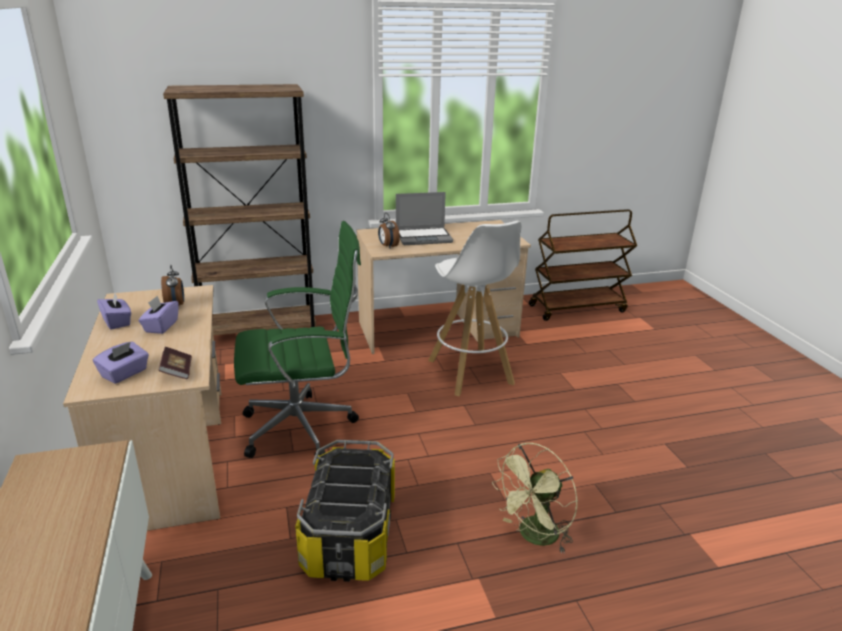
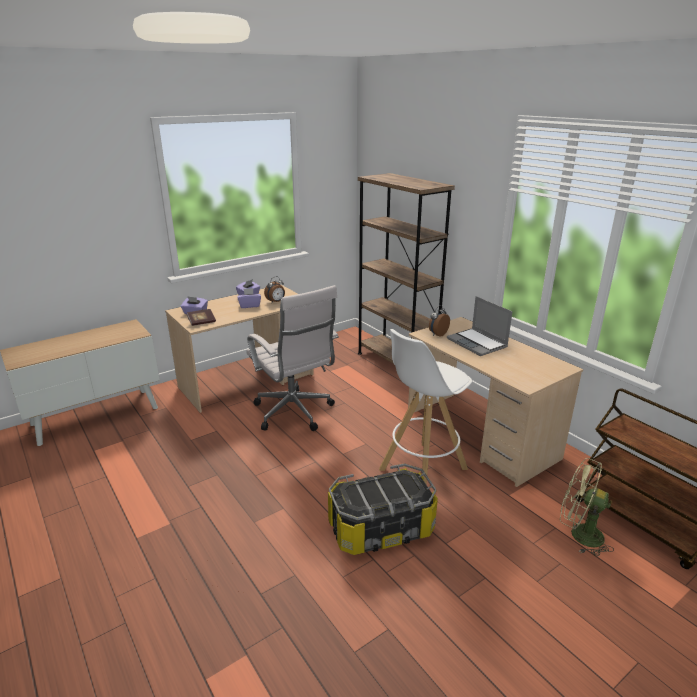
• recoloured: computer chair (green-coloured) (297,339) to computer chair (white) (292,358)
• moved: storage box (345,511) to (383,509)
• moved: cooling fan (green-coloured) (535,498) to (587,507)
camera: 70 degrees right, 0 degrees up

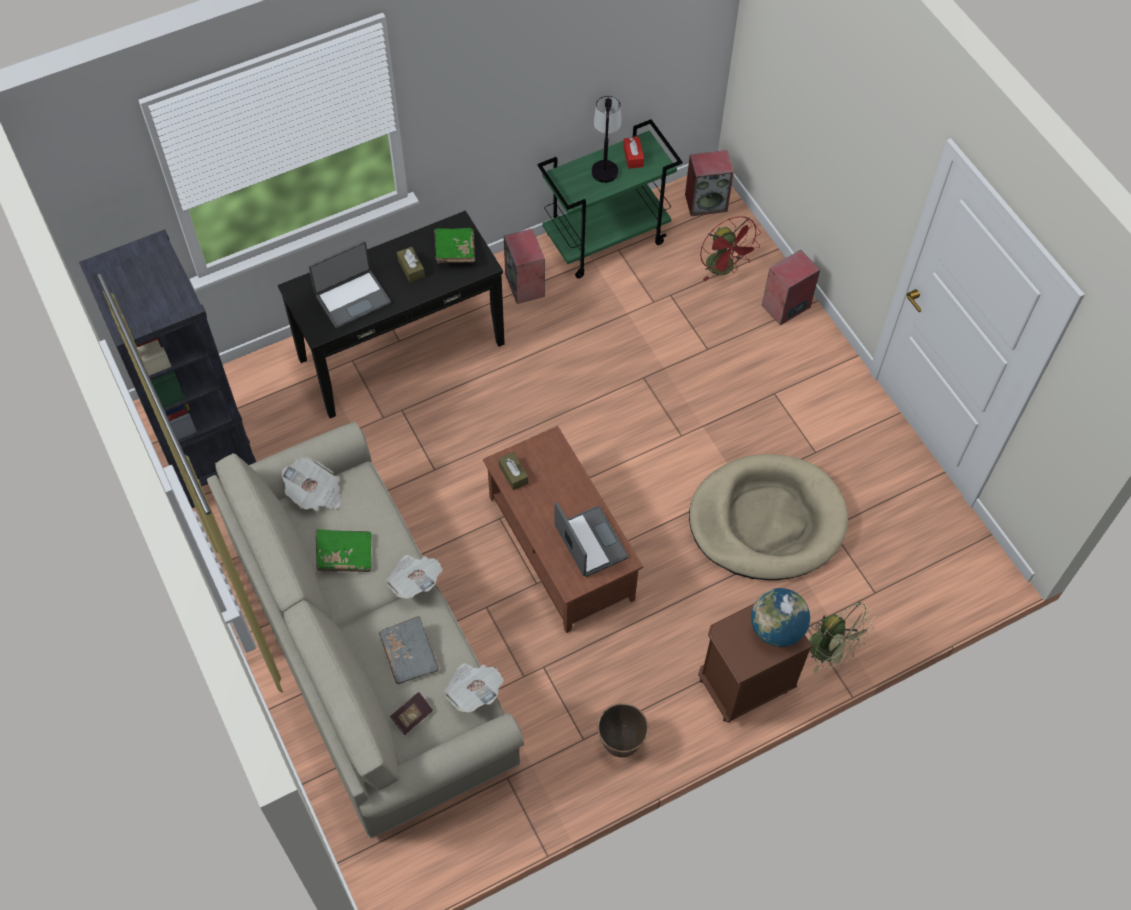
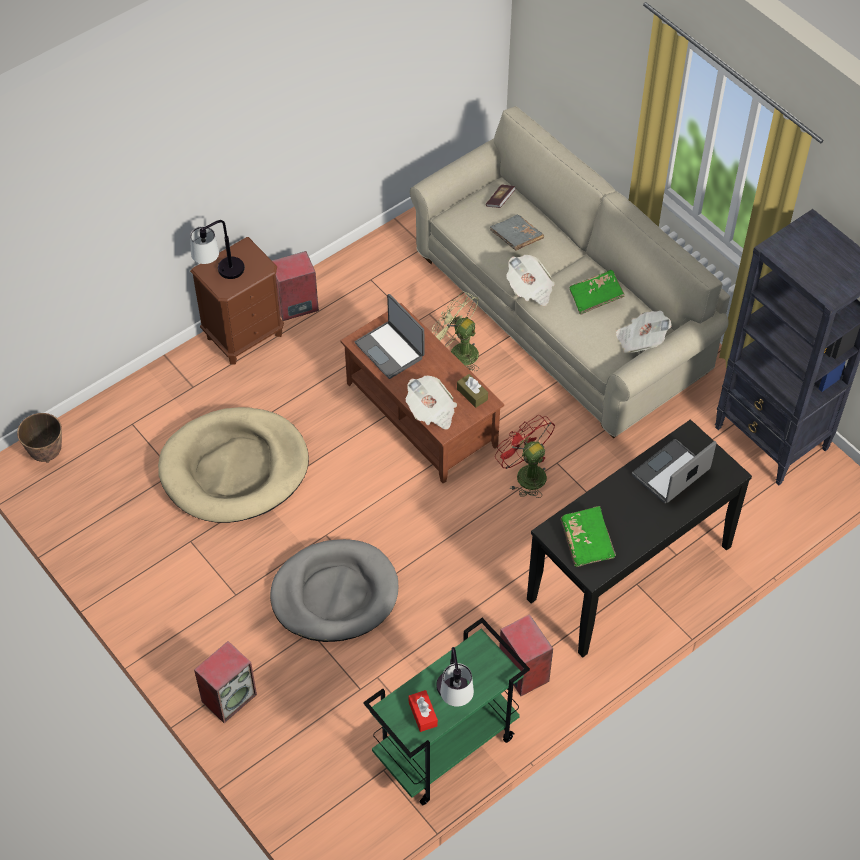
• removed: box of tissues (brownish) (411,264)
• moved: printed paper (473,687) to (431,403)
• moved: plant pot (623,730) to (39,438)
• moved: speaker (709,183) to (295,286)
• moved: cooling fan (reddish) (730,249) to (525,456)
• replaced: desk globe (780,617) to lamp for a table (217,249)
• moved: cooling fan (green-coloured) (842,637) to (455,331)
• added: dog bed (grey) (334,590)
camera: 170 degrees right, 5 degrees down

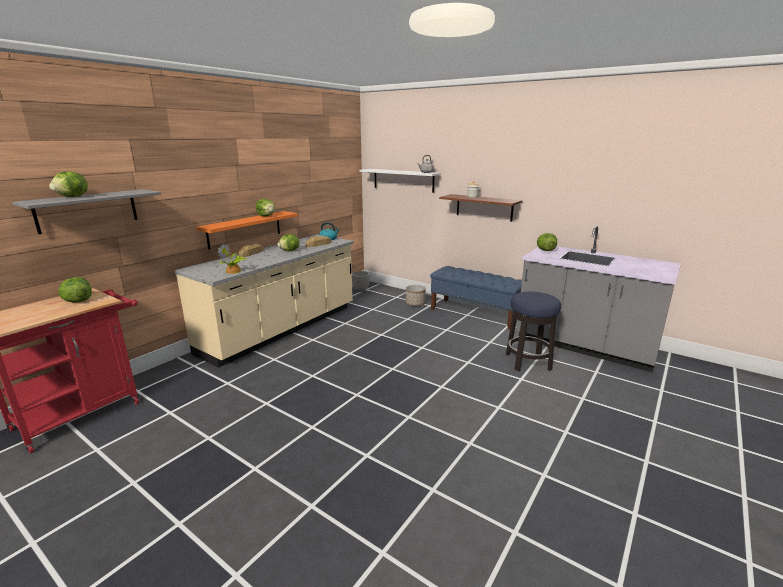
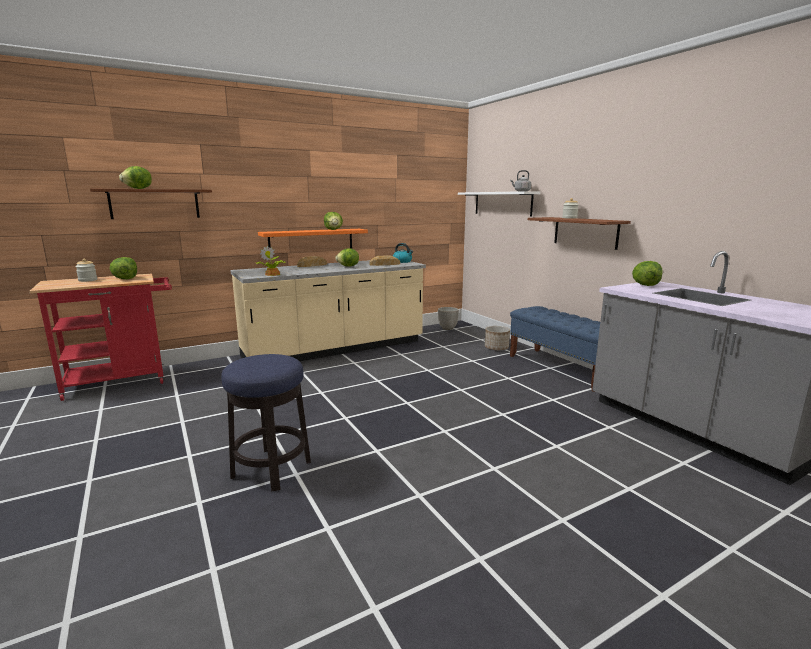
• recoloured: wall shelf (grey) (86,211) to wall shelf (brownish) (151,204)
• moved: sitting stool (533,331) to (266,423)
• added: storage jar (86,270)
camera: 25 degrees right, 5 degrees down

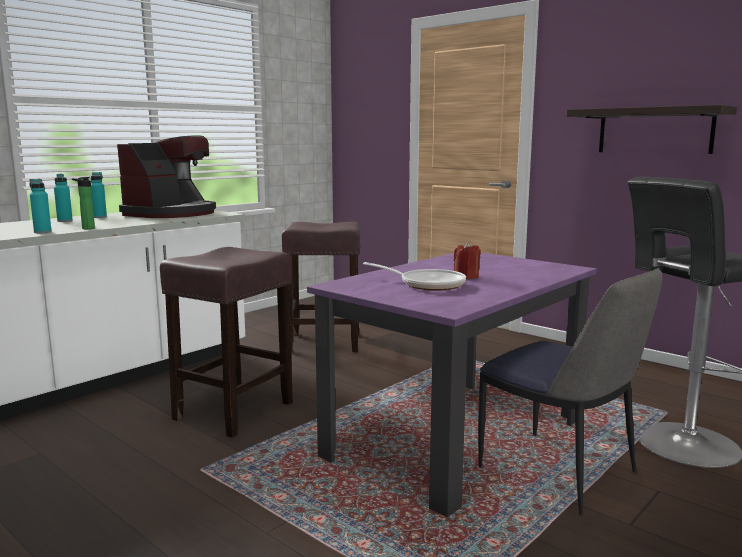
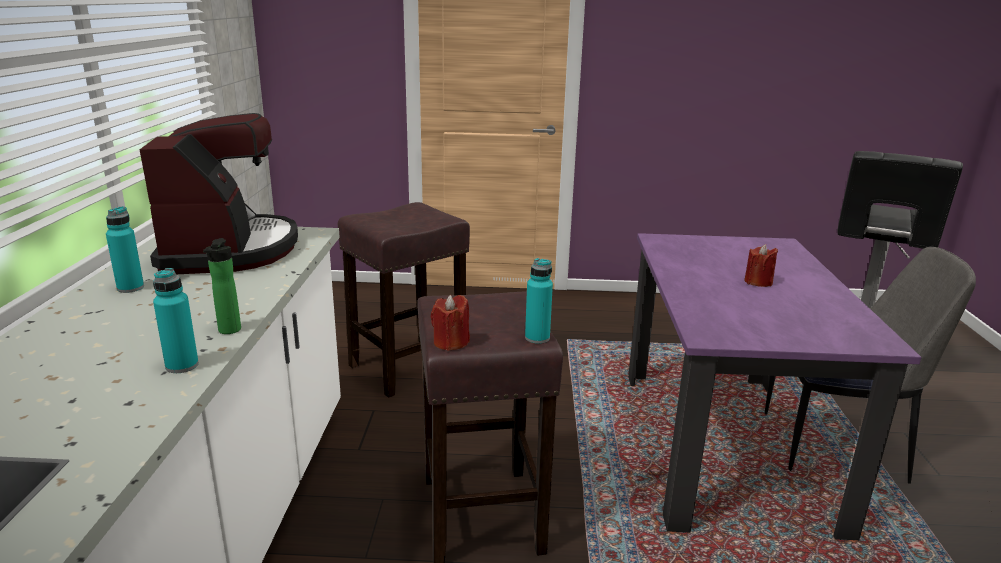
• moved: beverage bottle (blue-green) (63,198) to (539,301)
• removed: skillet (414,276)
• removed: wall shelf (652,129)
• added: wax light (reddish) (450,323)
camera: 40 degrees left, 10 degrees up

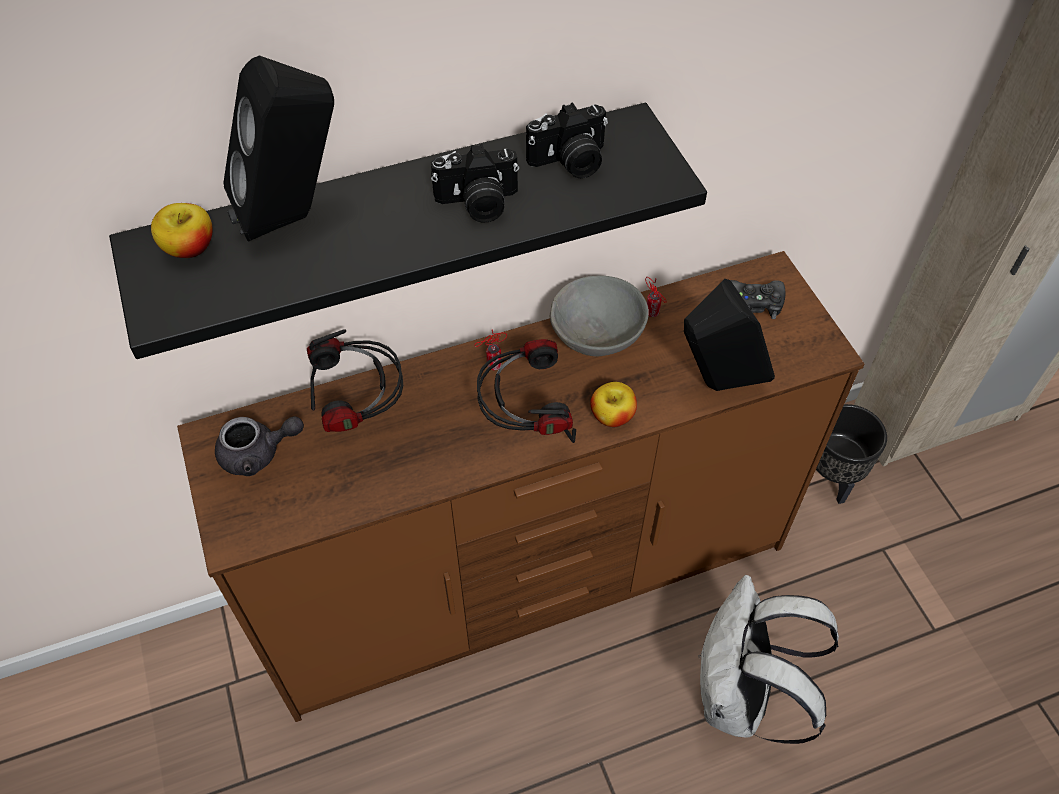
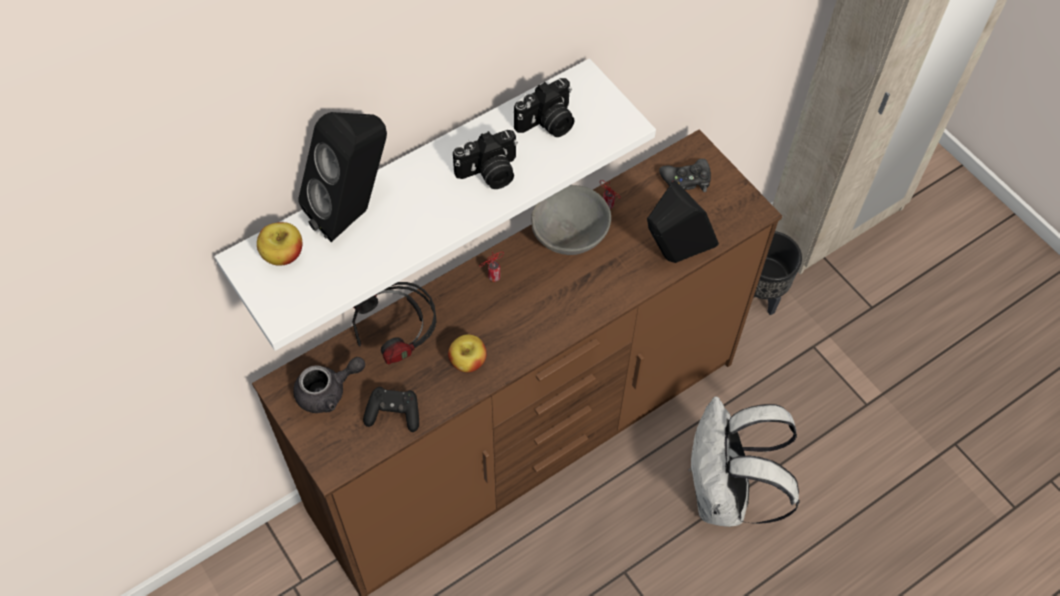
• recoloured: wall shelf (black-coloured) (408,231) to wall shelf (white) (435,204)
• removed: headphones (526,391)
• moved: apple fruit (613,404) to (467,353)
• added: gamepad (black-coloured) (391,409)
camera: 15 degrees left, 5 degrees up

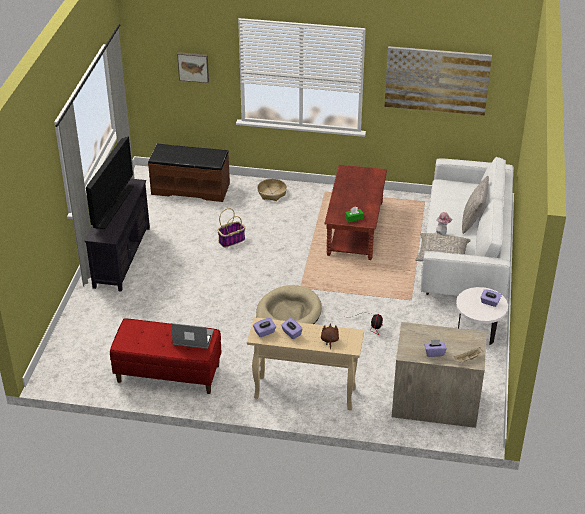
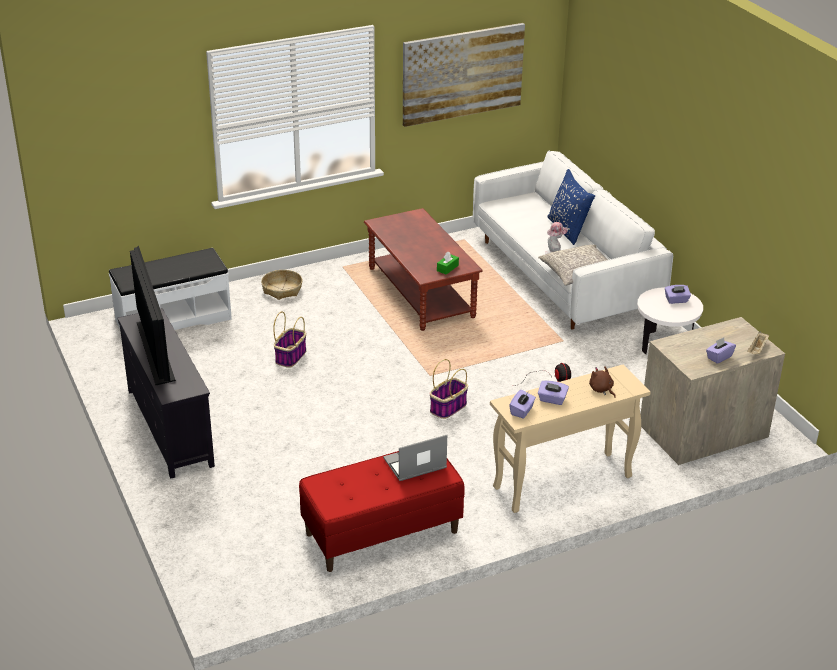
• recoloured: bench (brownish) (189,172) to bench (white) (170,289)
• removed: wall art (193,67)
• replaced: dog bed (sand-coloured) (289,304) to household basket (449,389)
• recoloured: pillow (grey) (475,205) to pillow (bluish) (571,207)
camera: 35 degrees left, 5 degrees down

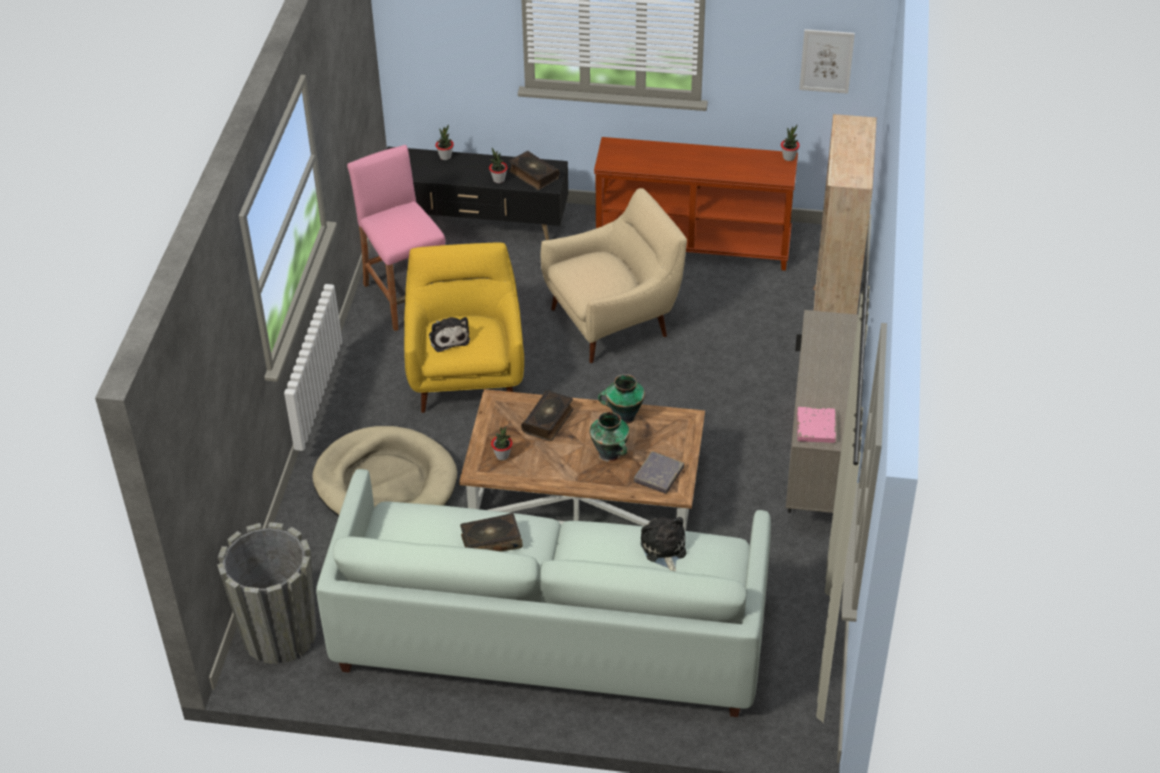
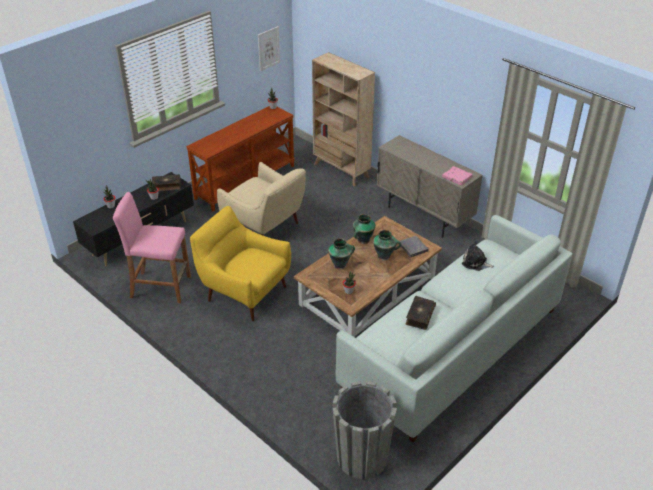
• removed: dog bed (sand-coloured) (384,471)
• removed: cuddly toy (449,334)
• replaced: volume (547,415) to vase (341,253)
• turned: armchair (sand-coloured) (614,275) = (261,199) 120 degrees clockwise
camera: 55 degrees left, 5 degrees down

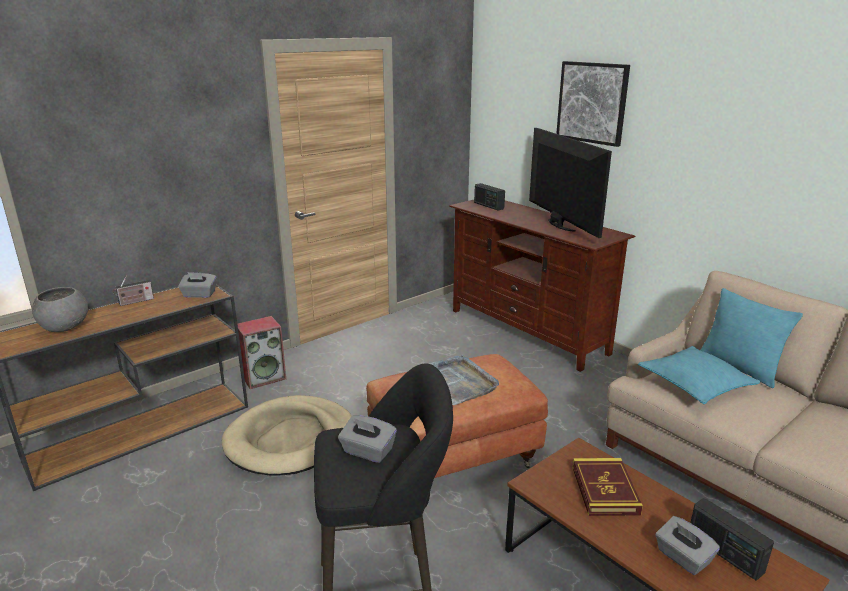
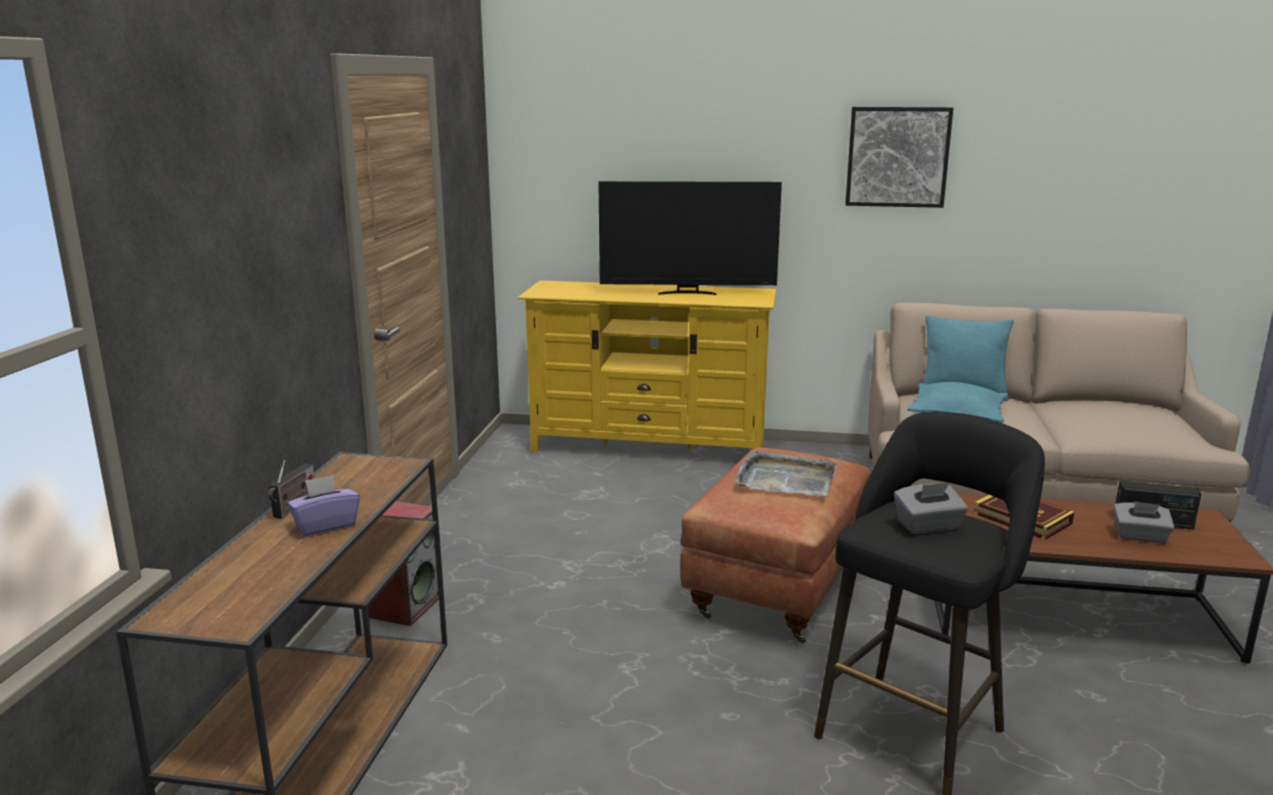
• removed: bowl (grey) (60,309)
• removed: box of tissues (grey) (197,285)
• removed: dog bed (sand-coloured) (287,435)
• recoloured: tv stand (brownish) (542,286) to tv stand (yellow-coloured) (647,366)
• removed: radio receiver (489,196)
• turned: TV (570,183) = (690,238) 150 degrees clockwise
• moved: wall art (593,104) to (899,157)
• added: box of tissues (purplish) (323,505)
camera: 40 degrees left, 5 degrees down

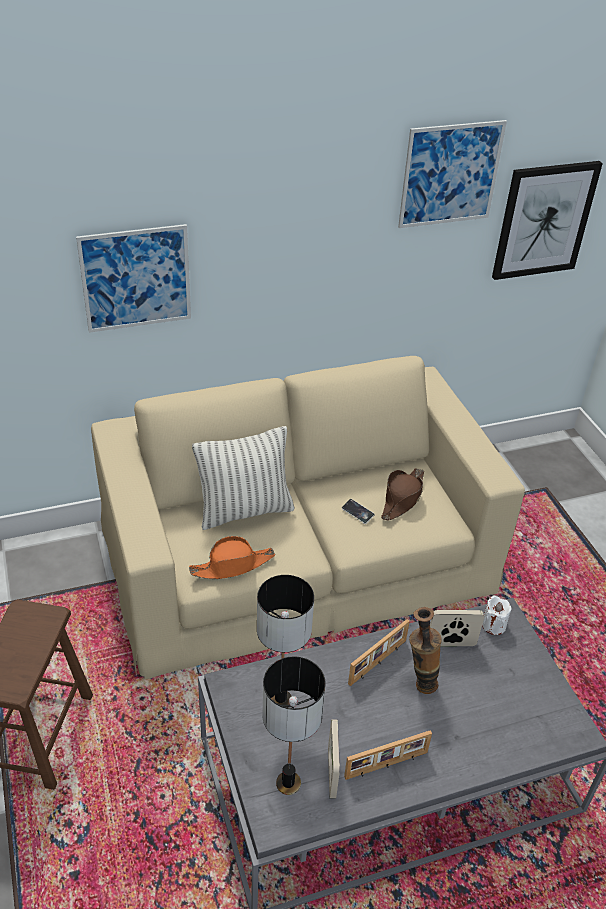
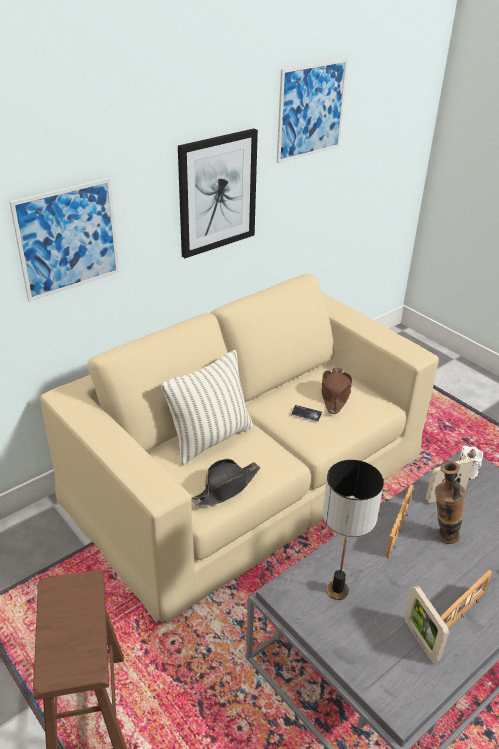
• recoloured: wearable hat (orangey) (232,557) to wearable hat (black-coloured) (225,482)
• removed: lamp for a table (294,725)
• moved: wall art (547,220) to (218,193)
camera: 20 degrees left, 5 degrees down

